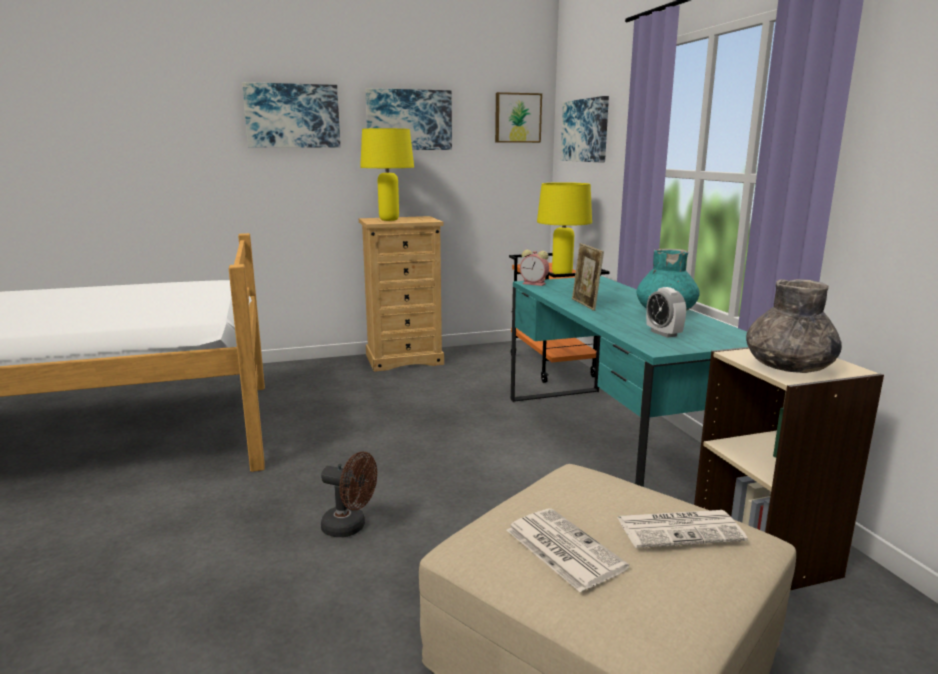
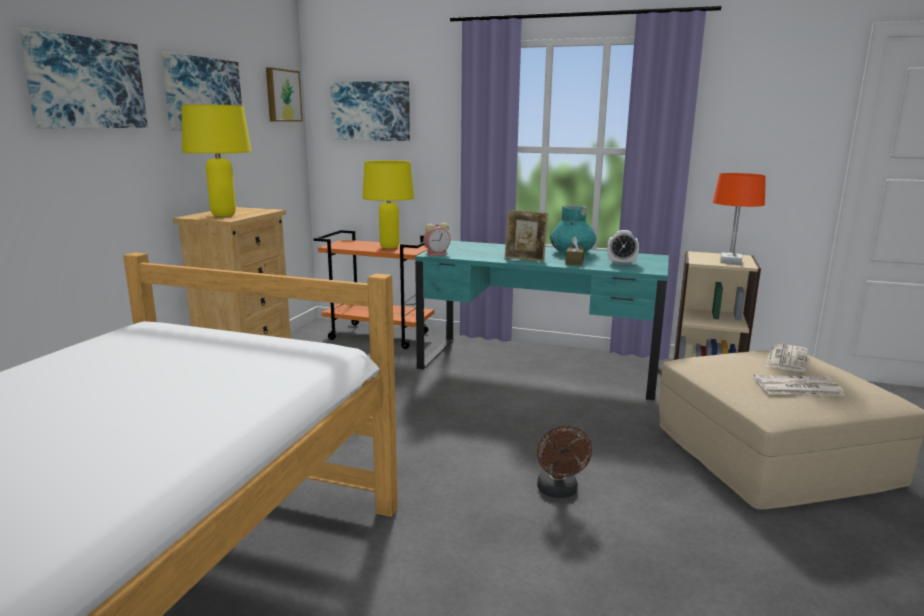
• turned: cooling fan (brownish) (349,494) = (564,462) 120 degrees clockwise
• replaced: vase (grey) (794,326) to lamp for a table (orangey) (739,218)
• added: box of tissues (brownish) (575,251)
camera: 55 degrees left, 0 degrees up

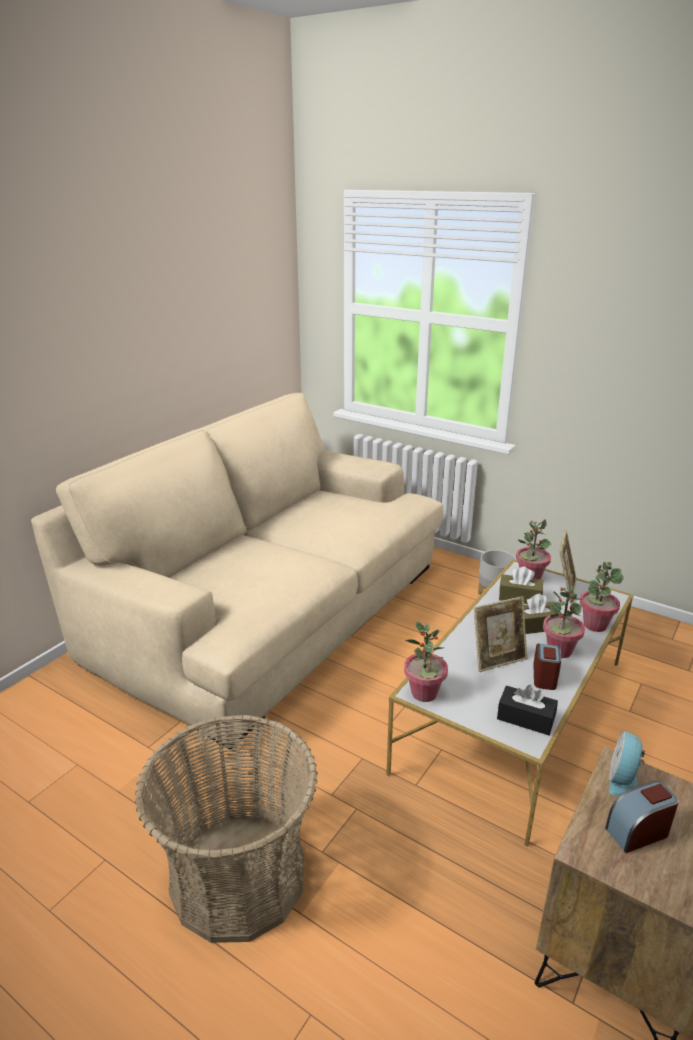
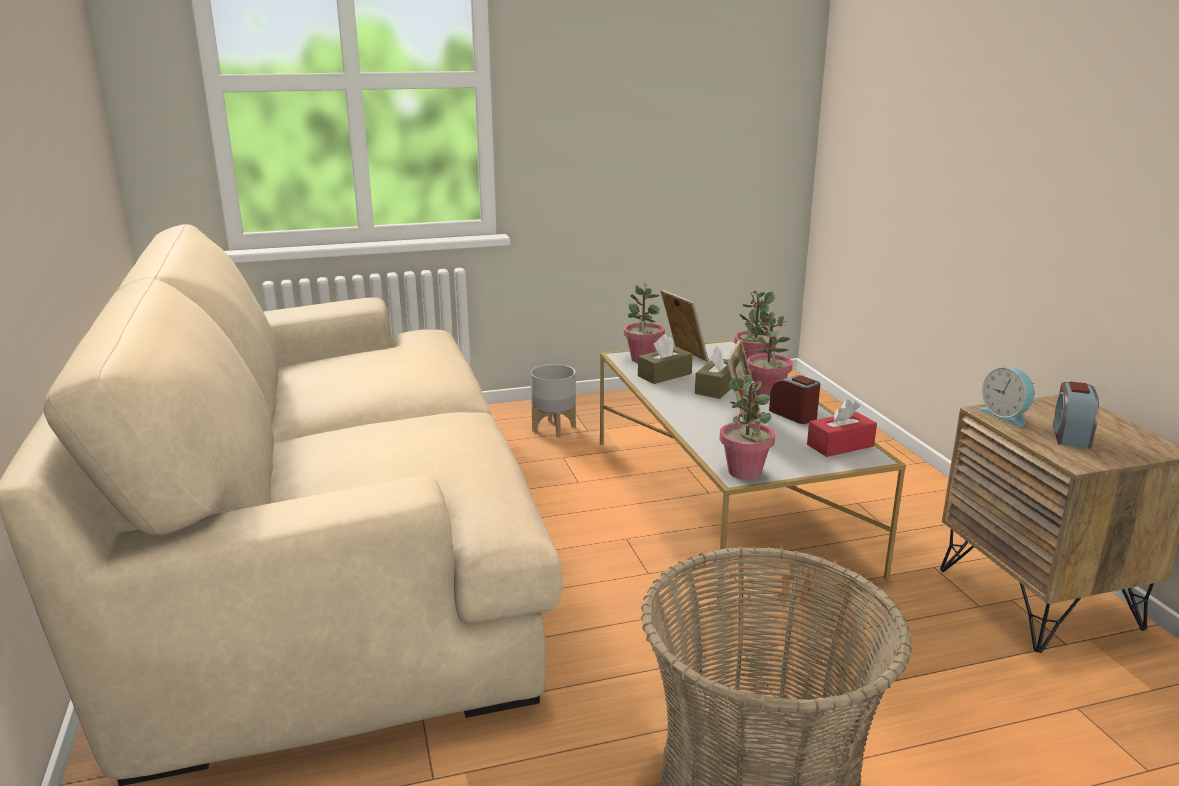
• recoloured: box of tissues (black-coloured) (527,710) to box of tissues (reddish) (842,428)
camera: 50 degrees left, 5 degrees down

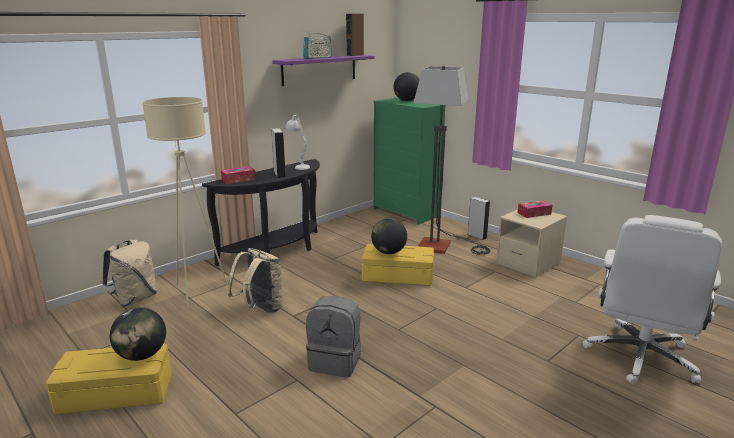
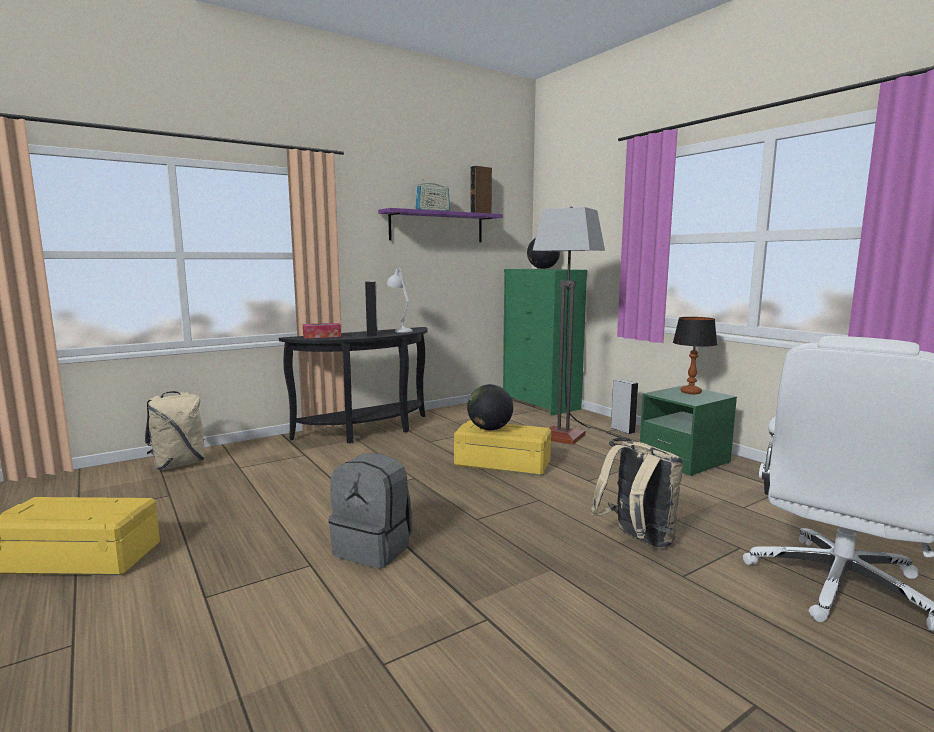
• removed: desk globe (138,334)
• removed: standard lamp (sand-coloured) (185,202)
• moved: backpack (sand-coloured) (255,280) to (637,494)
• recoloured: night table (sand-coloured) (531,243) to night table (green-coloured) (688,430)
• replaced: box of tissues (534,209) to lamp for a table (695,355)
camera: 10 degrees right, 10 degrees down

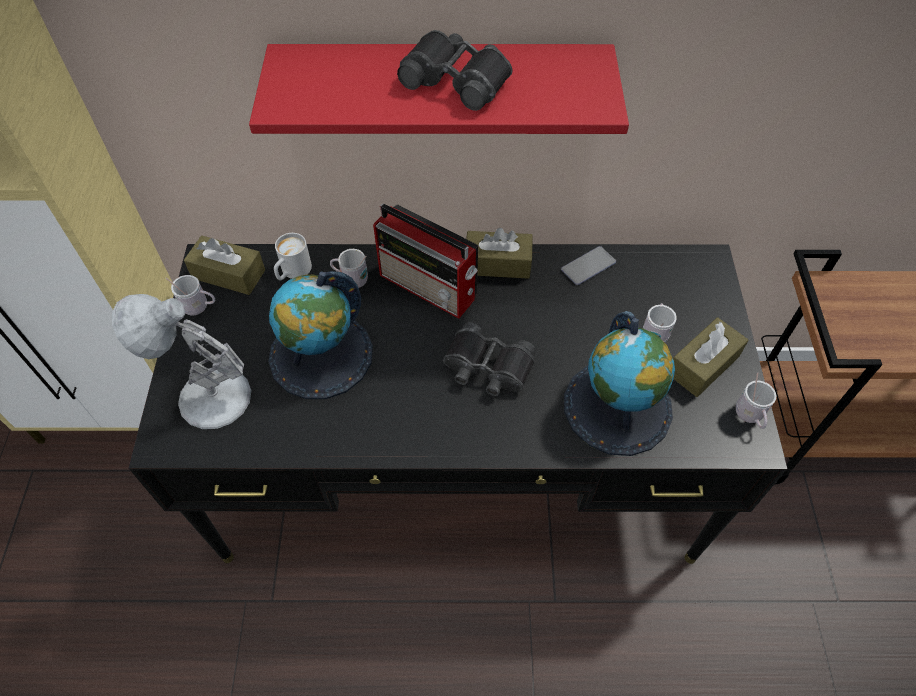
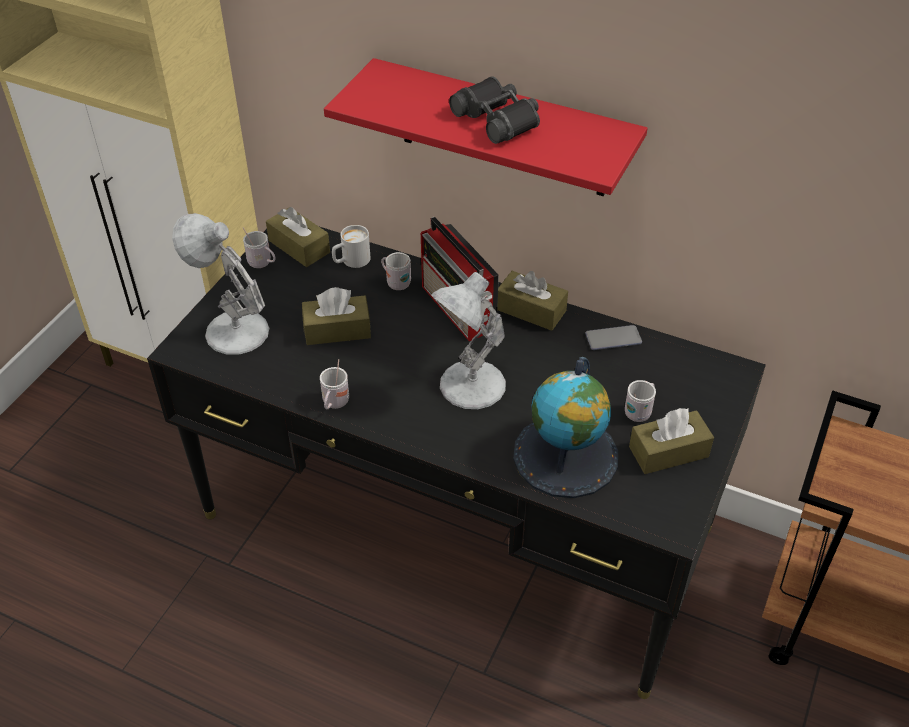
• replaced: desk globe (320,335) to box of tissues (brownish) (336,316)
• replaced: pair of binoculars (black-coloured) (489,359) to lamp for a table (white) (468,340)
• moved: mug (white) (756,400) to (334,384)
camera: 25 degrees right, 10 degrees down

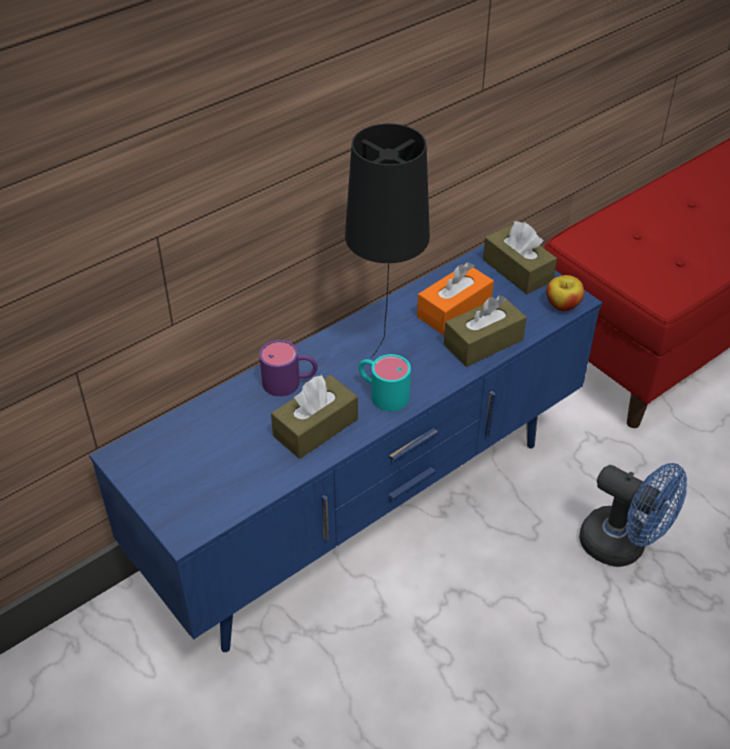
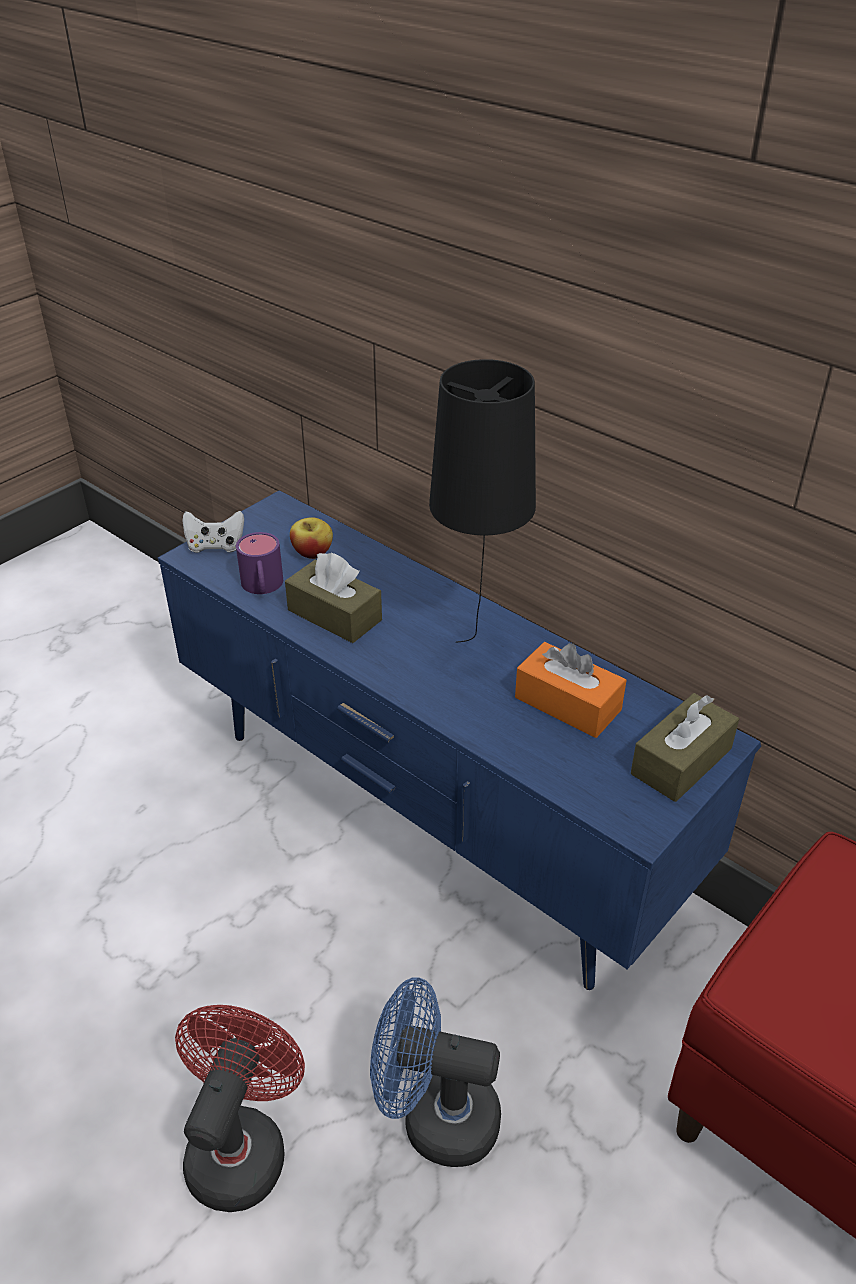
• moved: mug (purplish) (288,368) to (259,563)
• removed: mug (blue-green) (385,382)
• removed: box of tissues (brownish) (485,331)
• moved: apple fruit (565,293) to (311,538)
• turned: cooling fan (bluish) (633,515) = (435,1072) 75 degrees clockwise
• added: cooling fan (reddish) (240,1108)
• added: gamepad (white) (213,532)
camera: 80 degrees right, 5 degrees down

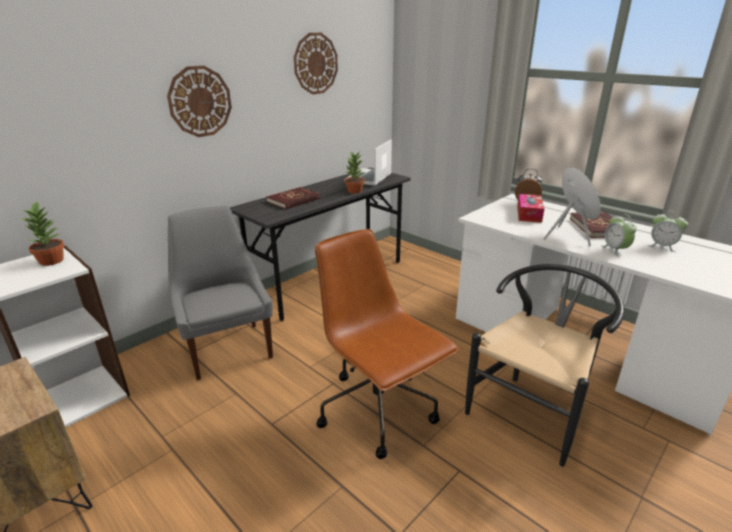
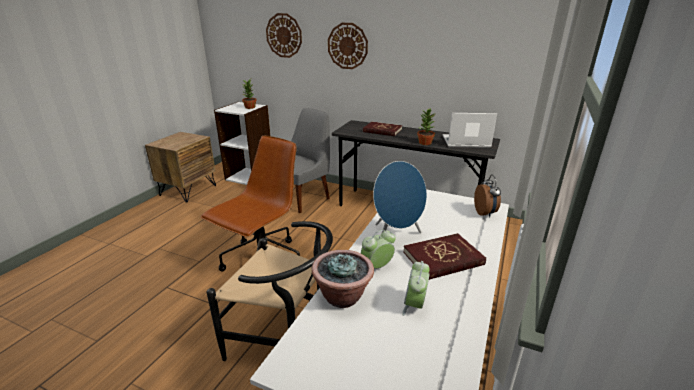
• moved: hanging clock (316,63) to (284,35)
• removed: box of tissues (530,208)
• added: plant in a pot (343,279)
camera: 70 degrees right, 0 degrees up

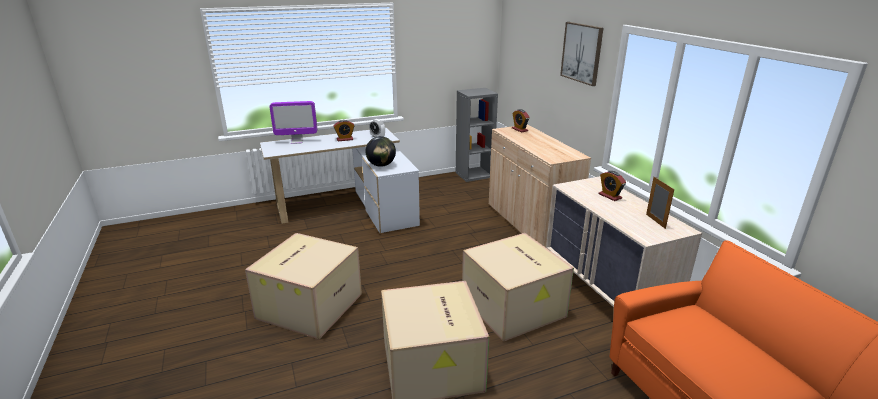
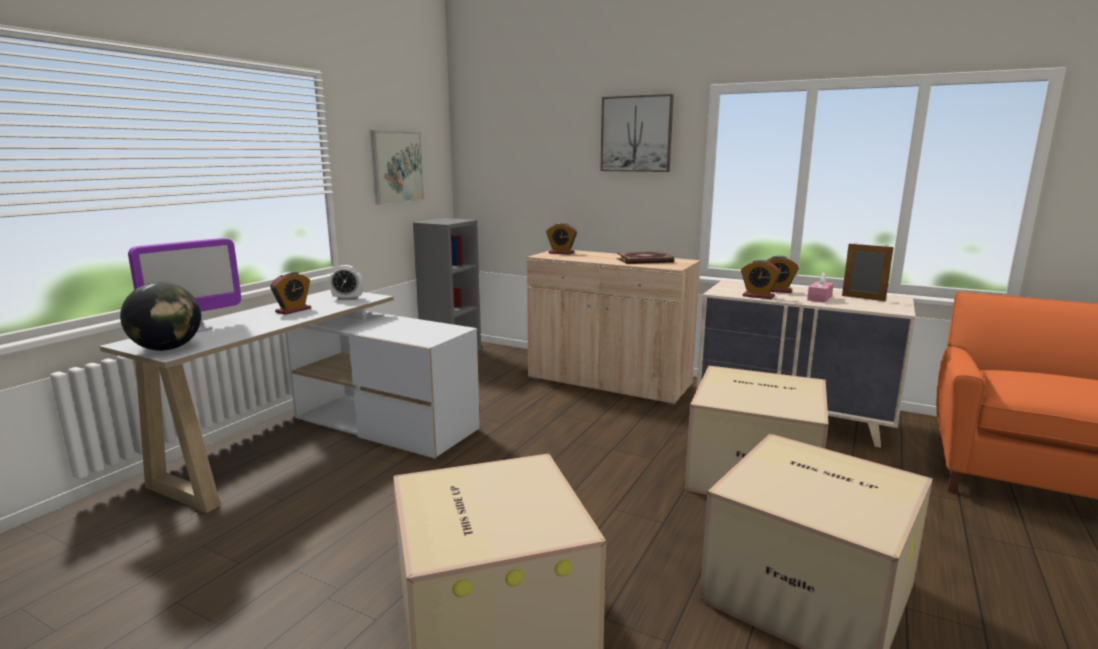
• moved: desk globe (380,151) to (160,316)
• added: wall art (397,167)
• added: volume (645,257)
• added: alarm clock (761,279)
• added: box of tissues (pinkish) (820,287)
camera: 40 degrees left, 10 degrees down

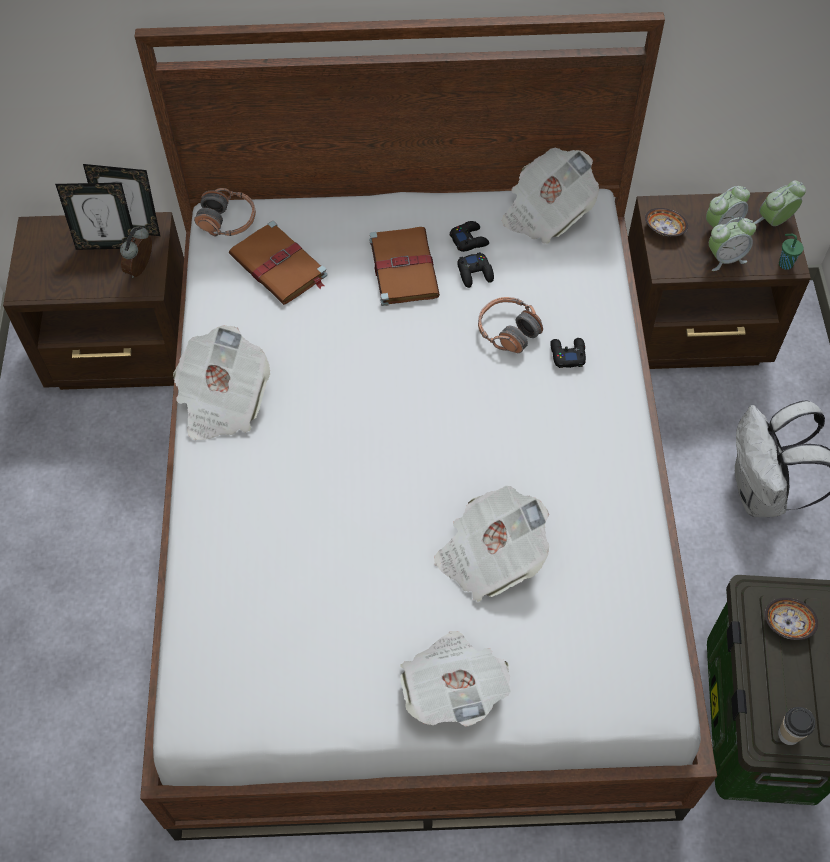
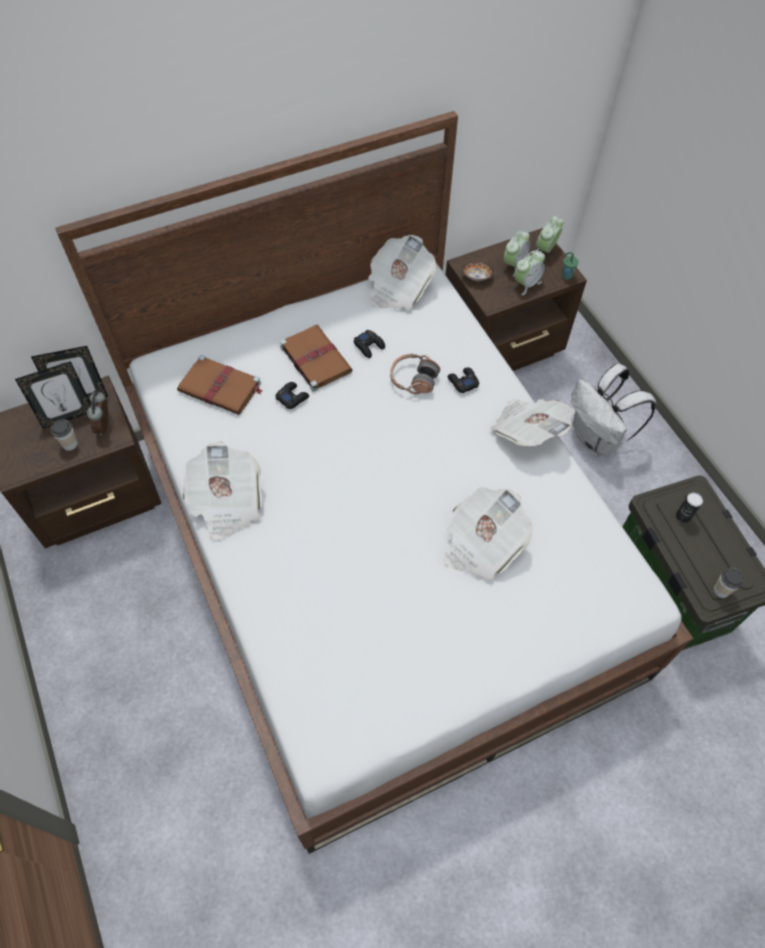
• removed: headphones (225,212)
• moved: printed paper (455,679) to (533,422)
• moved: gamepad (black-coloured) (469,236) to (292,395)
• replaced: bowl (791,619) to metal can (689,508)
• added: cup (64,435)
camera: 25 degrees left, 0 degrees up

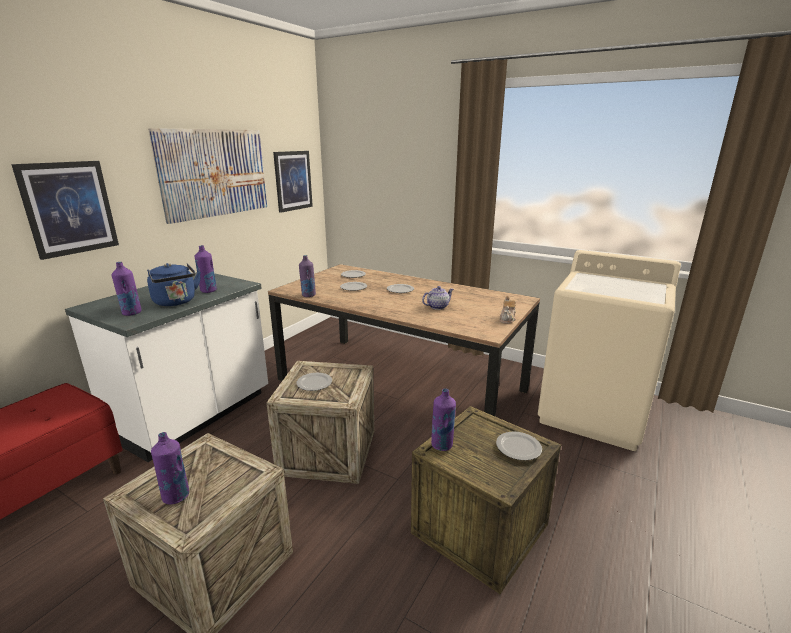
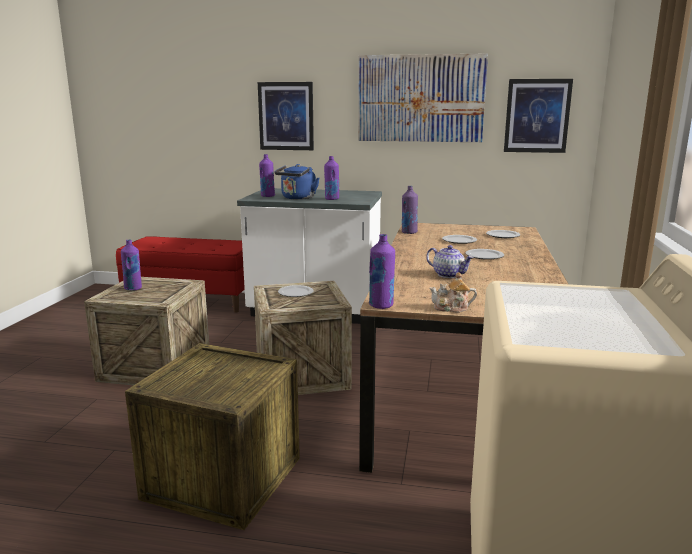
• moved: beverage bottle (purplish) (443,419) to (381,271)
• removed: flat dish (519,445)
camera: 70 degrees right, 5 degrees down

